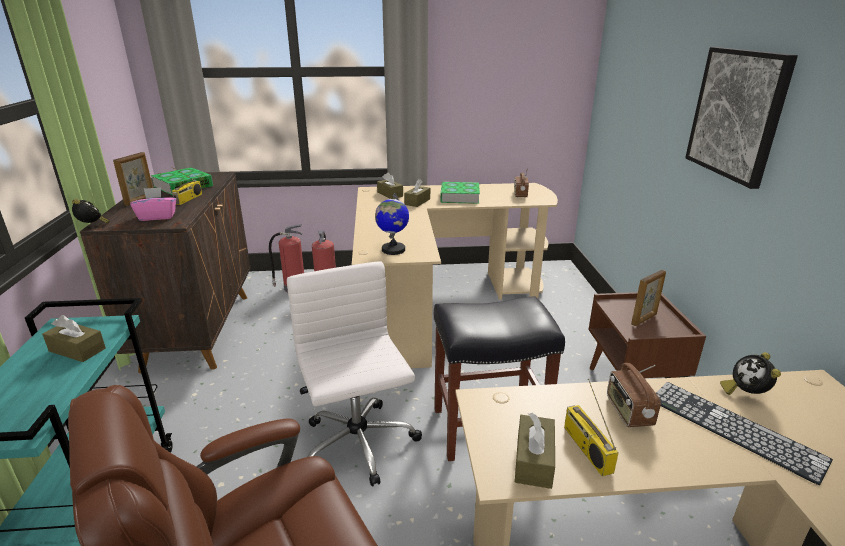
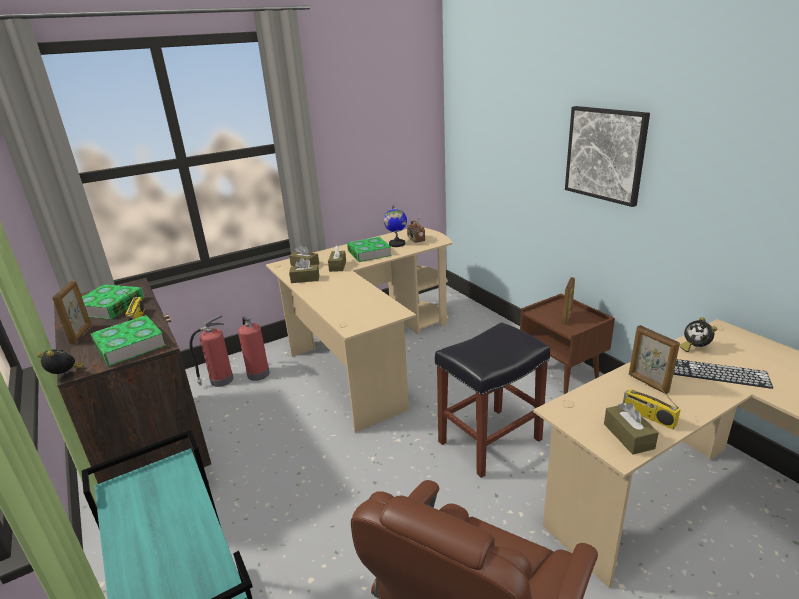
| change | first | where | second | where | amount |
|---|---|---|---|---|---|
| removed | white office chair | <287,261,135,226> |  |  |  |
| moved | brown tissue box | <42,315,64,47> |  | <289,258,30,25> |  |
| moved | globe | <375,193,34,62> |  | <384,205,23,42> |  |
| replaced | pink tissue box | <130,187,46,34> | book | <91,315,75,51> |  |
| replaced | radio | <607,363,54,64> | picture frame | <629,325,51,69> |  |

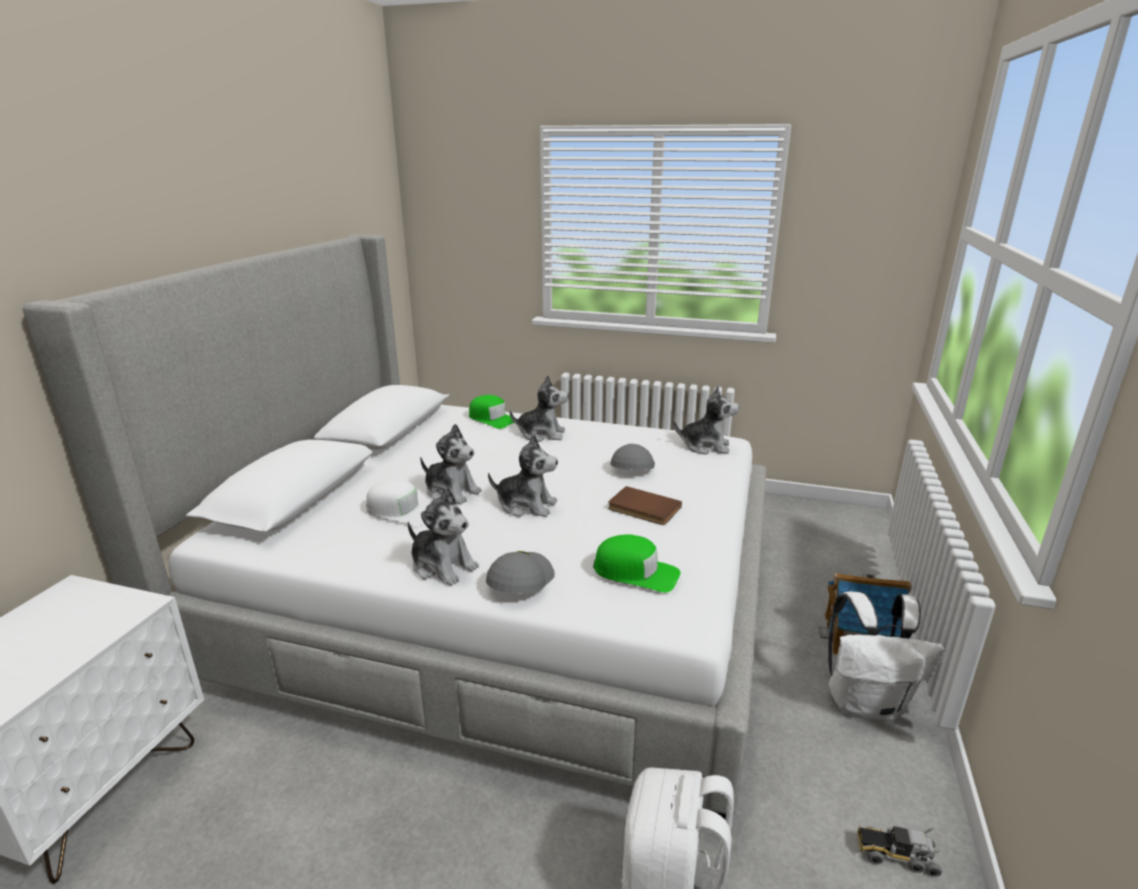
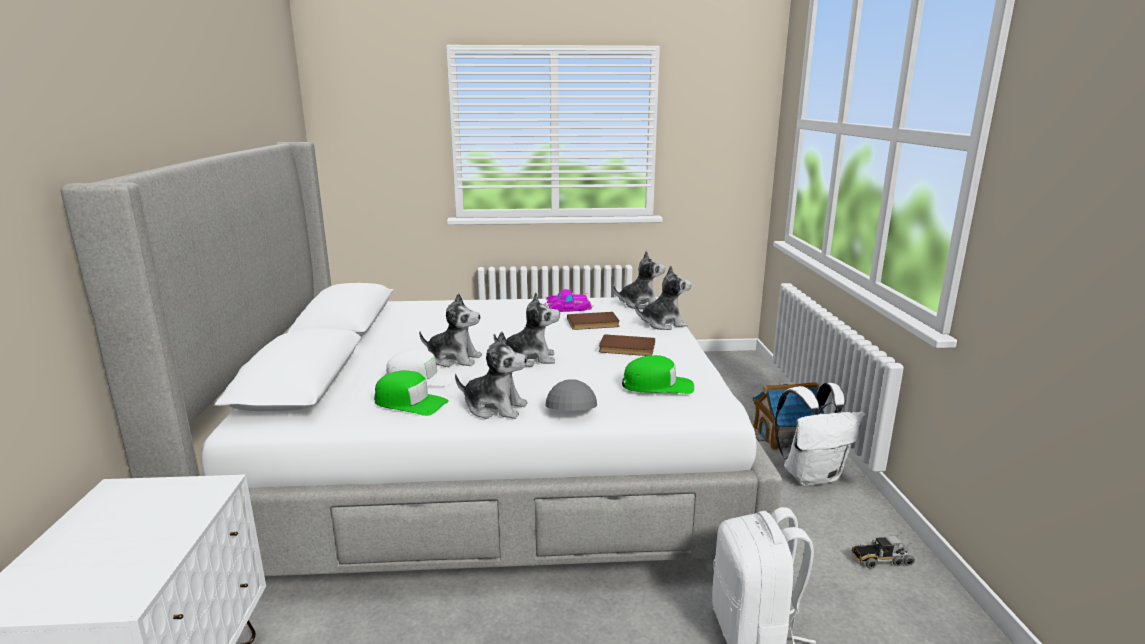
| change | first | where | second | where | amount |
|---|---|---|---|---|---|
| added |  |  | toy car | <543,289,51,23> |  |
| moved | green cap | <469,395,45,34> |  | <374,370,75,46> |  |
| moved | plush toy | <509,375,59,67> |  | <635,266,57,64> |  |
| replaced | grey cap | <610,444,45,26> | brown book | <567,312,53,18> |  |

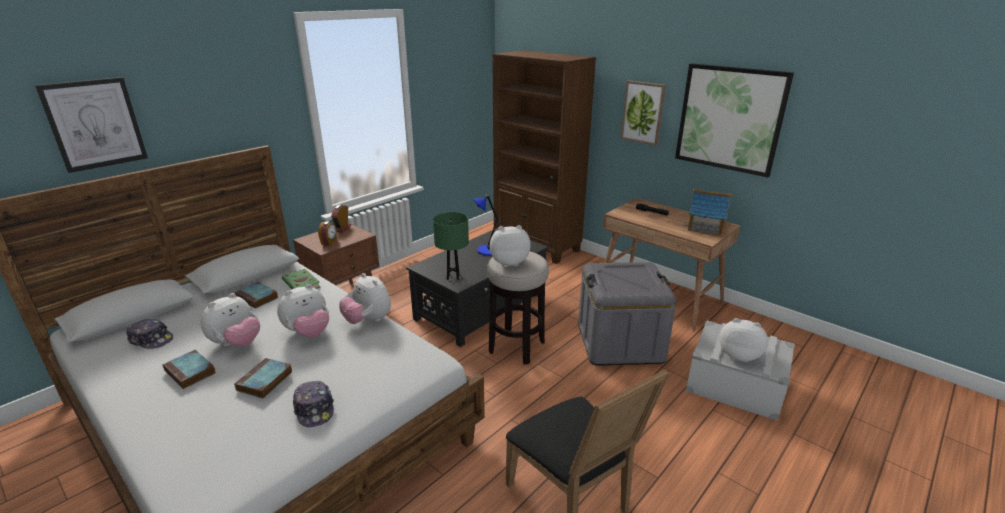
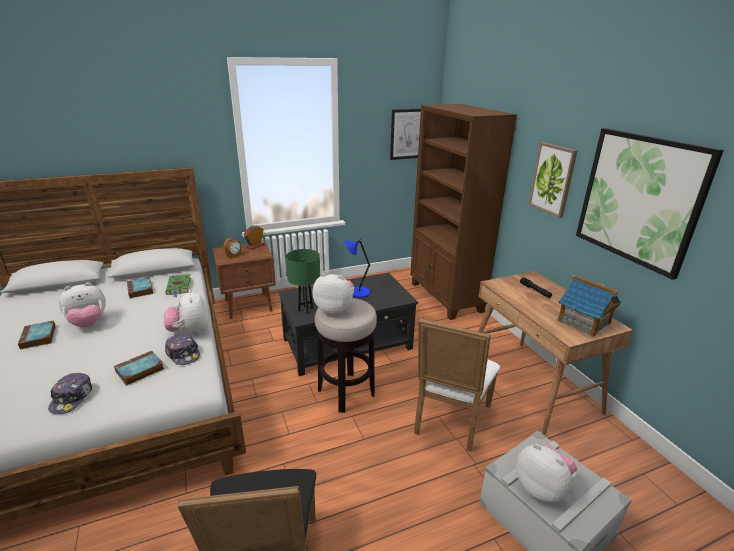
| change | first | where | second | where | amount |
|---|---|---|---|---|---|
| removed | plush toy | <277,284,52,53> |  |  |  |
| moved | picture | <35,77,113,96> |  | <390,109,31,51> |  |
| moved | cap | <126,319,47,30> |  | <165,334,35,31> |  |
| moved | book | <234,358,59,40> |  | <114,351,51,35> |  |
| replaced | grey storage box | <578,262,99,104> | white chair | <414,318,86,134> |  |

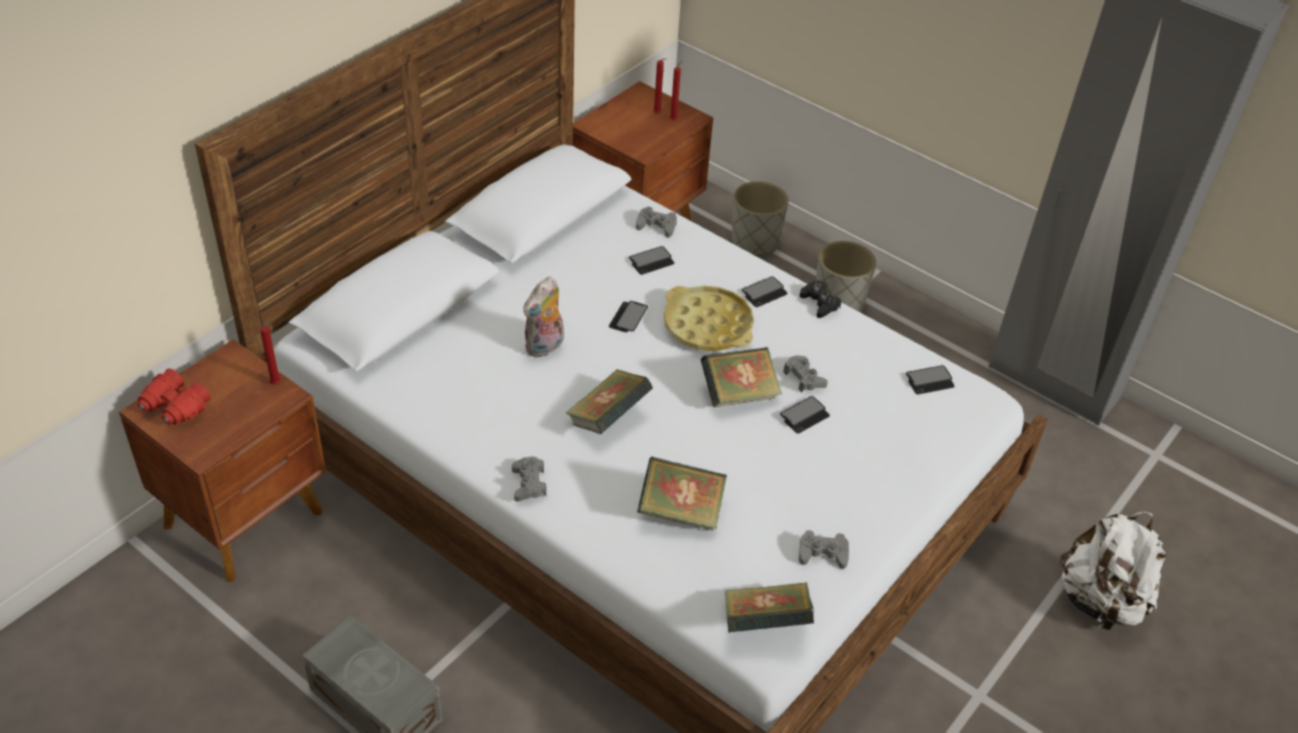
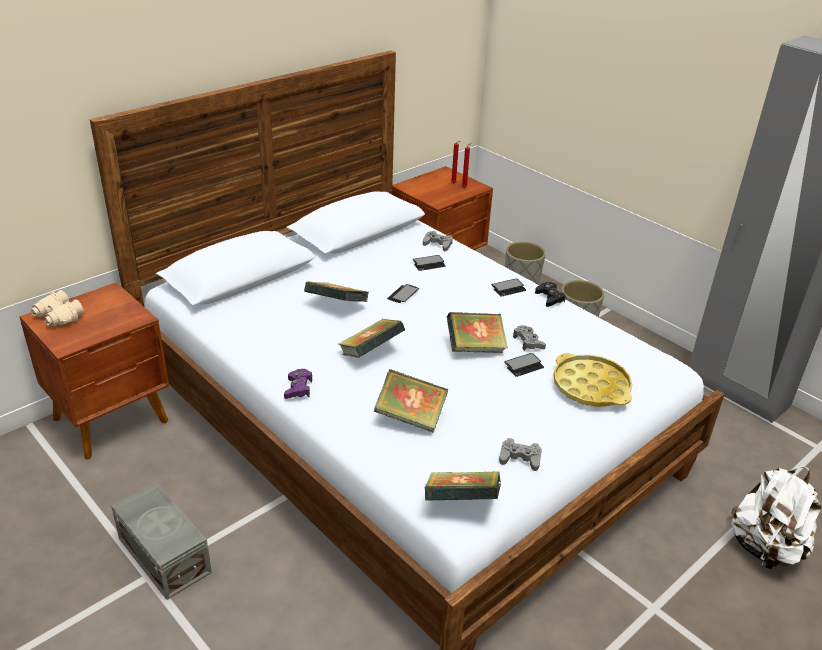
| change | first | where | second | where | amount |
|---|---|---|---|---|---|
| removed | red candle | <260,317,21,67> |  |  |  |
| removed | phone | <906,365,49,29> |  |  |  |
| moved | yellow tray | <664,285,90,66> |  | <553,353,79,54> |  |
| replaced | plush toy | <523,277,41,80> | book | <304,281,65,21> |  |
| recoloured | red binoculars | <137,369,74,56> | beige binoculars | <31,290,53,36> |  |
| recoloured | grey game controller | <512,456,34,45> | purple game controller | <284,369,28,30> |  |

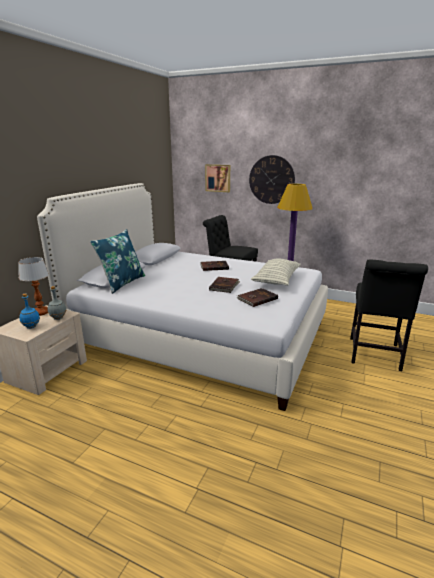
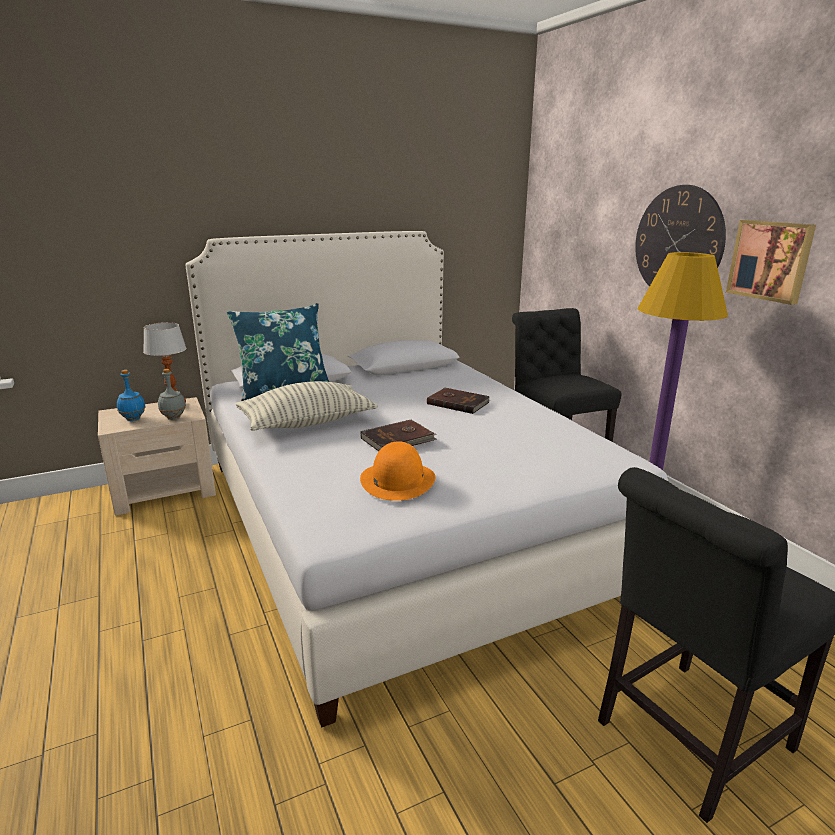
| change | first | where | second | where | amount |
|---|---|---|---|---|---|
| moved | picture | <205,164,25,28> |  | <726,220,90,85> |  |
| moved | pillow | <251,258,50,28> |  | <235,381,143,50> |  |
| replaced | brown book | <236,288,42,19> | orange hat | <360,441,75,60> |  |

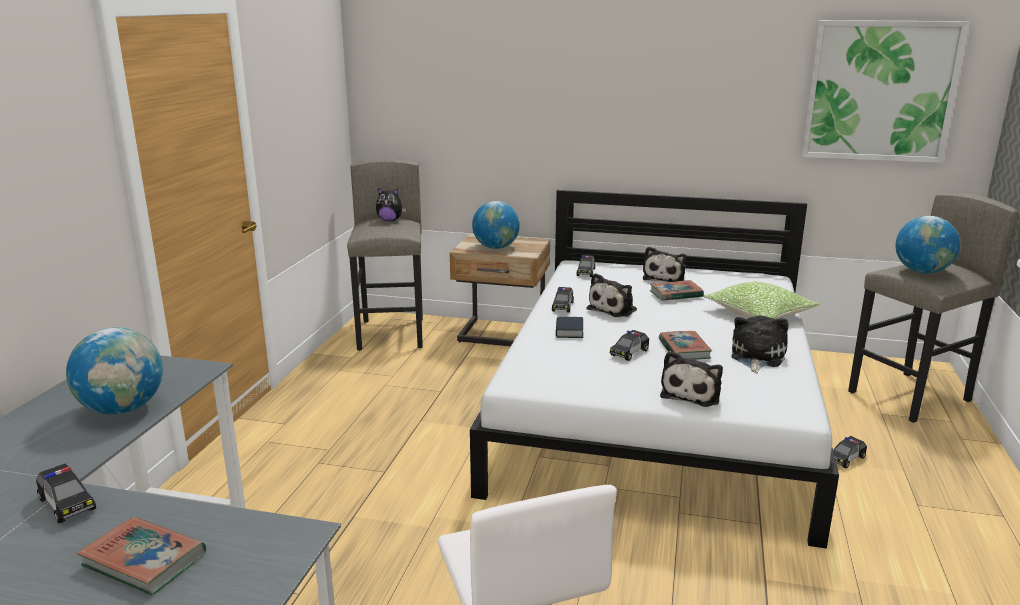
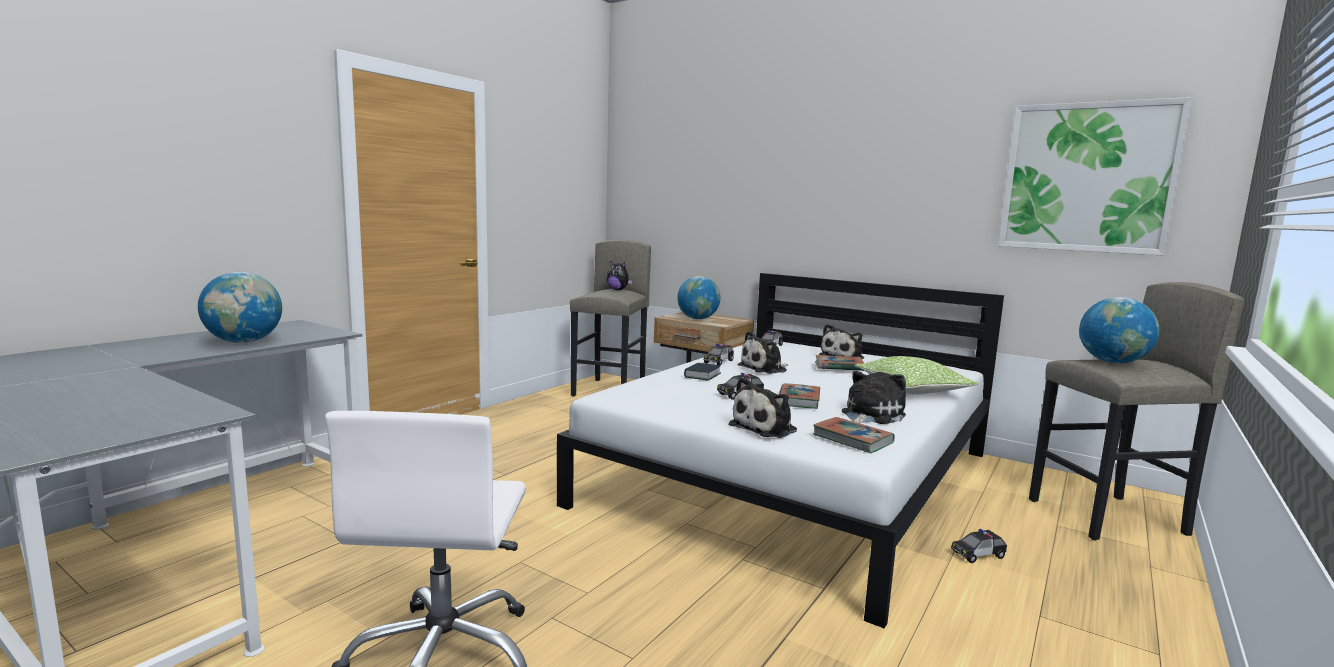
| change | first | where | second | where | amount |
|---|---|---|---|---|---|
| removed | toy car | <36,463,60,60> |  |  |  |
| moved | book | <77,517,129,78> |  | <813,417,82,36> |  |

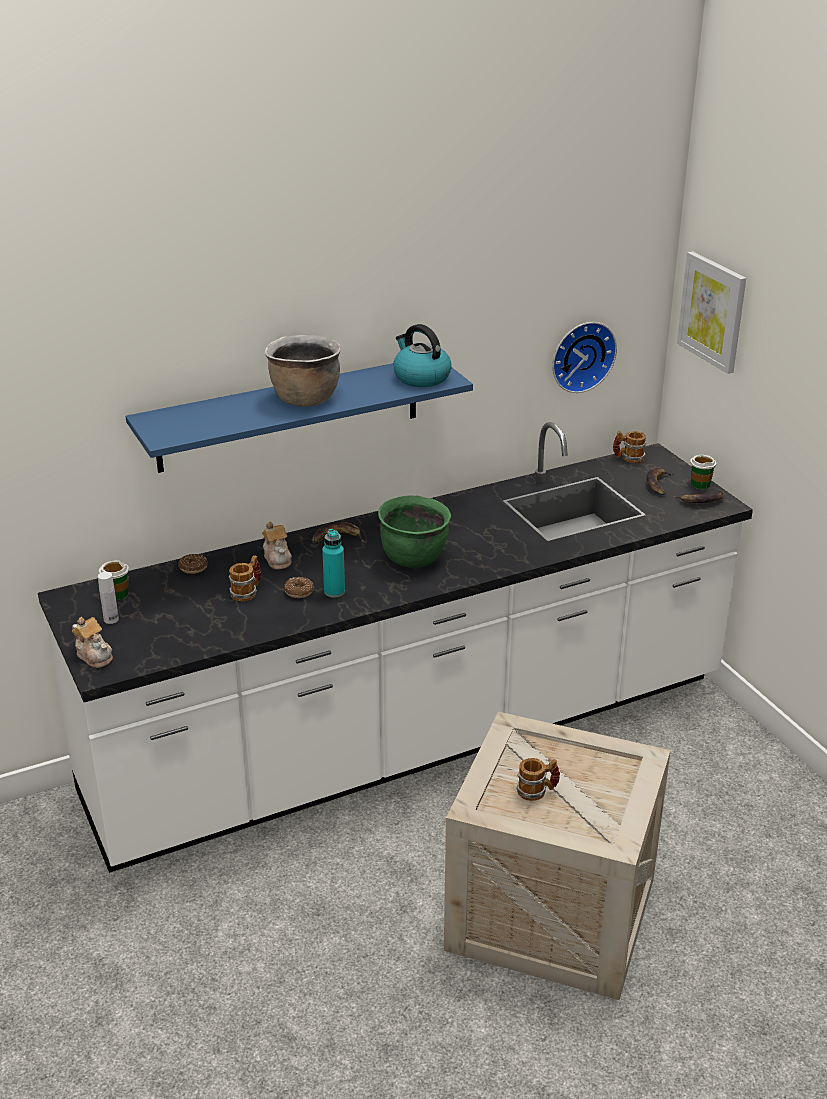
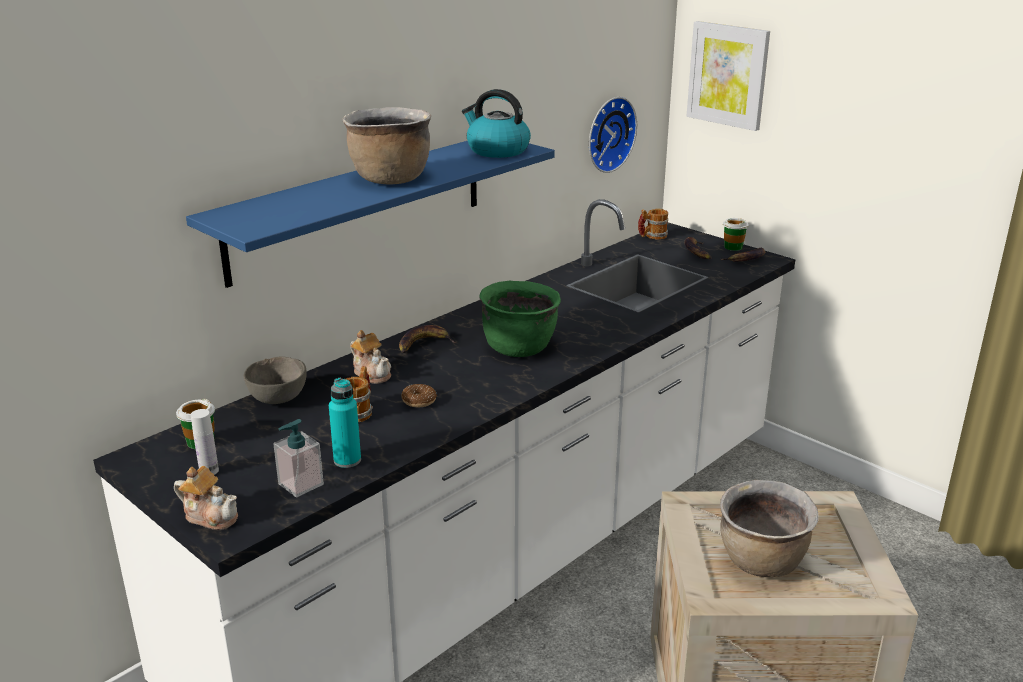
| change | first | where | second | where | amount |
|---|---|---|---|---|---|
| added |  |  | soap dispenser | <273,419,51,78> |  |
| moved | turquoise bottle | <322,529,23,69> |  | <329,378,32,90> |  |
| replaced | donut | <178,554,30,20> | grey bowl | <244,356,63,48> |  |
| replaced | mug | <516,758,44,43> | brown cooking pot | <720,480,99,97> |  |

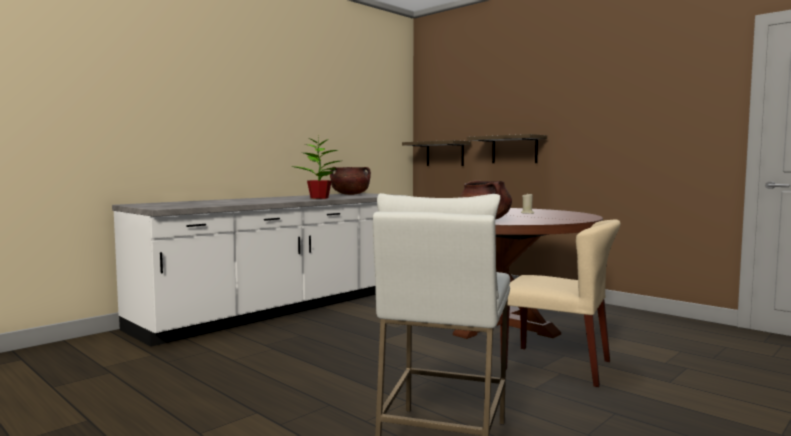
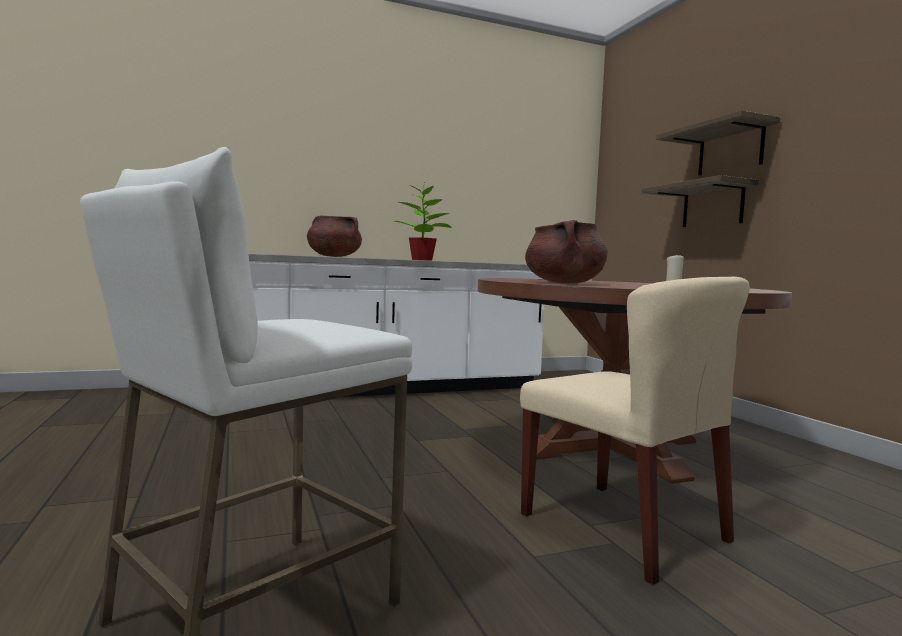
| change | first | where | second | where | amount |
|---|---|---|---|---|---|
| moved | brown cooking pot | <330,167,41,28> |  | <307,216,55,41> |  |
| moved | shelf | <402,140,69,26> |  | <656,110,125,65> |  |

